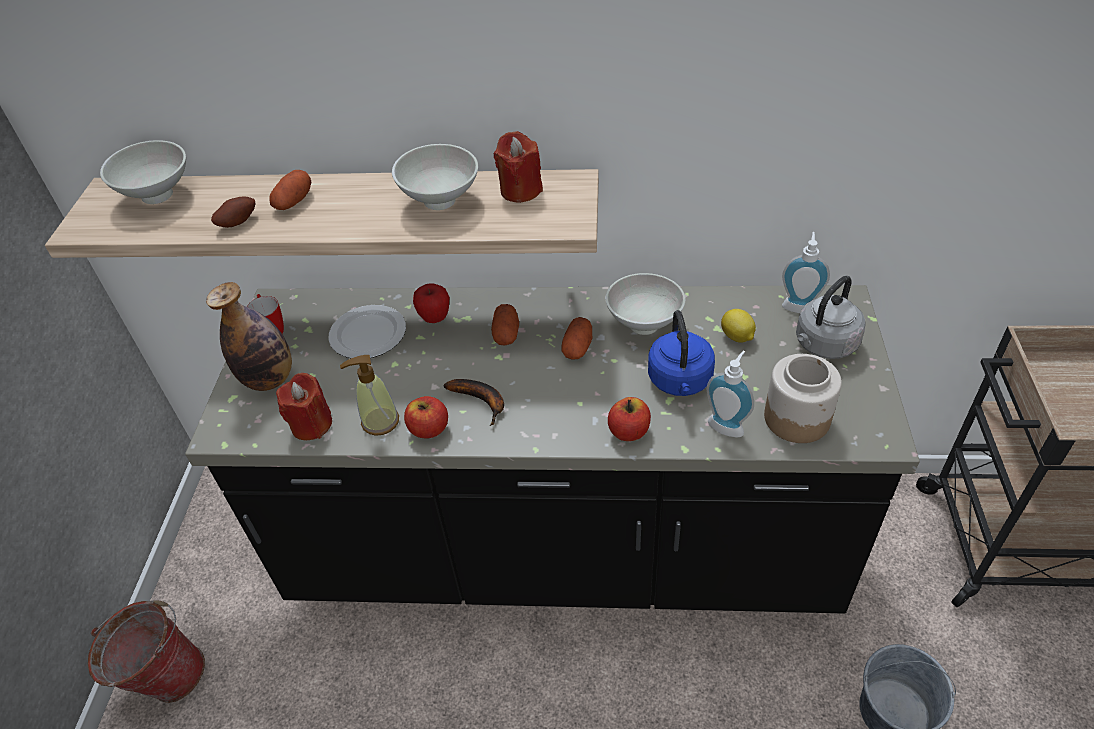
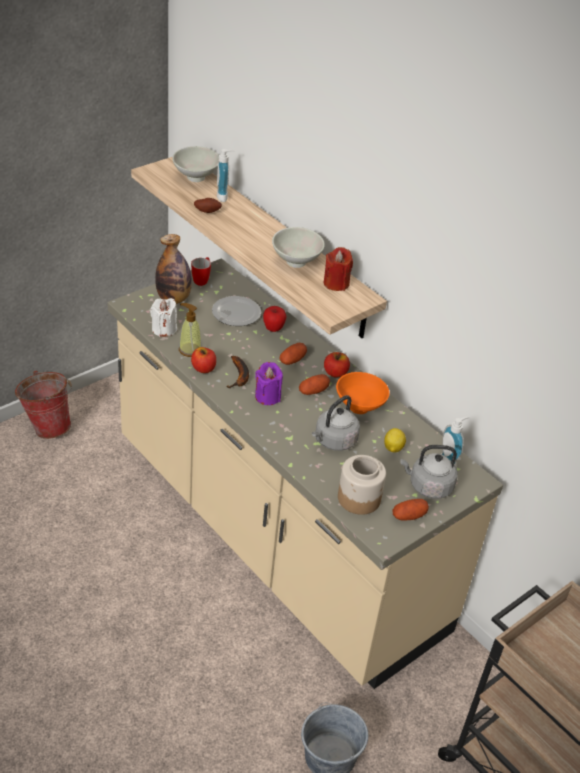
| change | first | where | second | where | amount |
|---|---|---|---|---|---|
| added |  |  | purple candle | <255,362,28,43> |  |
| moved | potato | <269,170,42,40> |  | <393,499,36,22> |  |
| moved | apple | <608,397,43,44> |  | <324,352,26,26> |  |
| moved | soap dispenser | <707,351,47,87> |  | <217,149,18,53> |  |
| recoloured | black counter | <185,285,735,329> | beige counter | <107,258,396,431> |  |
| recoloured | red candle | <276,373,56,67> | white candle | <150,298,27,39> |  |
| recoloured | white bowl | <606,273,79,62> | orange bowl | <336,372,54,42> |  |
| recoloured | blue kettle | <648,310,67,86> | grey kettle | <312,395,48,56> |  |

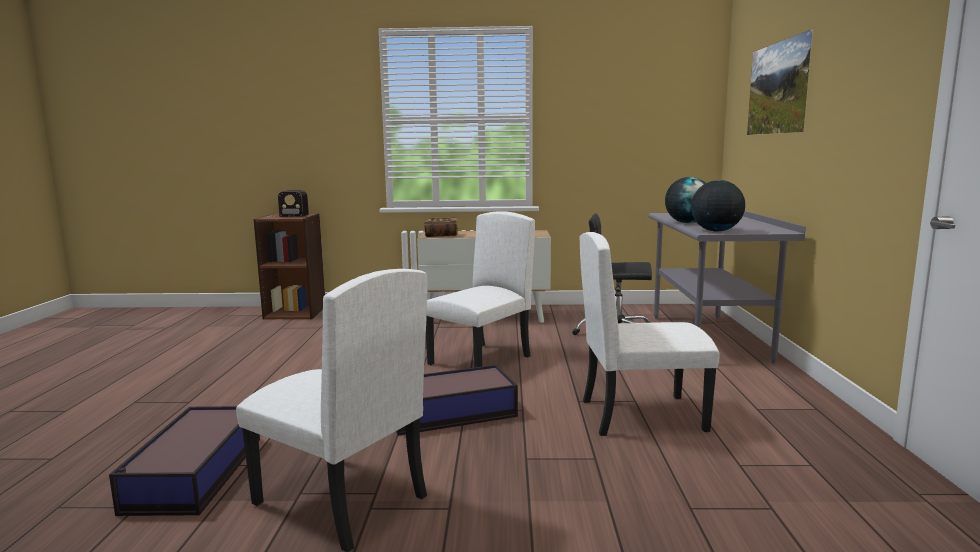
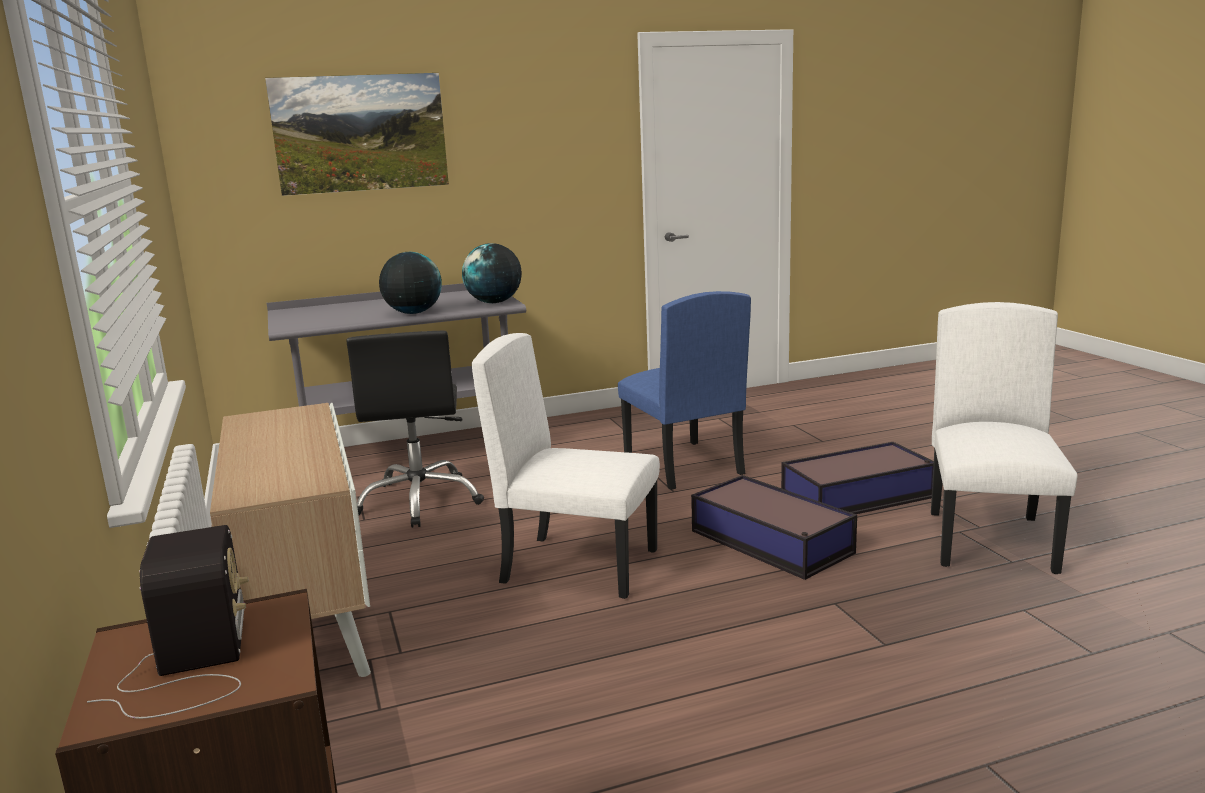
| change | first | where | second | where | amount |
|---|---|---|---|---|---|
| removed | book | <424,217,34,20> |  |  |  |
| moved | storage box | <109,406,151,110> |  | <781,442,153,72> |  |
| recoloured | white chair | <580,232,140,204> | blue chair | <618,291,133,199> |  |

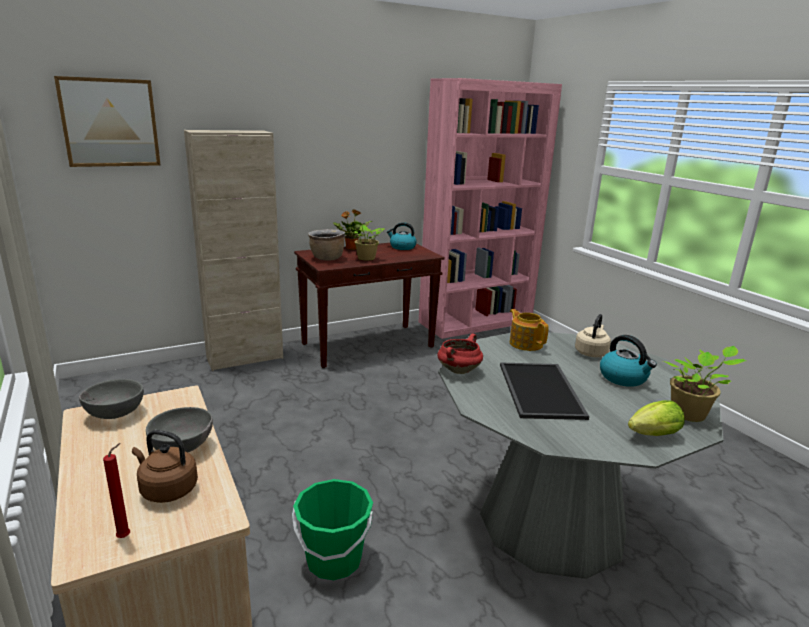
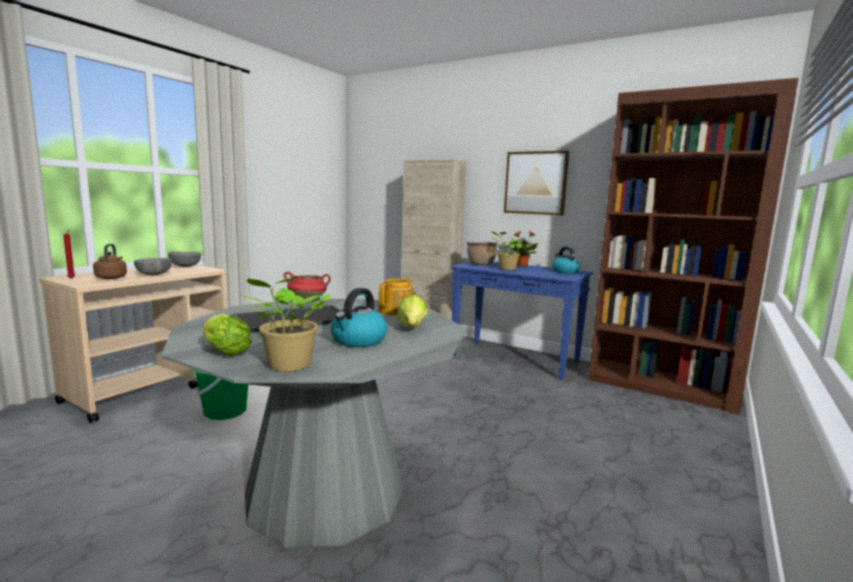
| change | first | where | second | where | amount |
|---|---|---|---|---|---|
| moved | picture | <54,76,107,91> |  | <504,151,65,64> |  |
| replaced | beige kettle | <575,314,36,43> | lettuce | <397,294,31,34> |  |
| recoloured | brown console table | <294,243,151,125> | blue console table | <450,262,143,118> |  |
| recoloured | pink bookcase | <419,78,143,261> | brown bookcase | <588,78,211,337> |  |

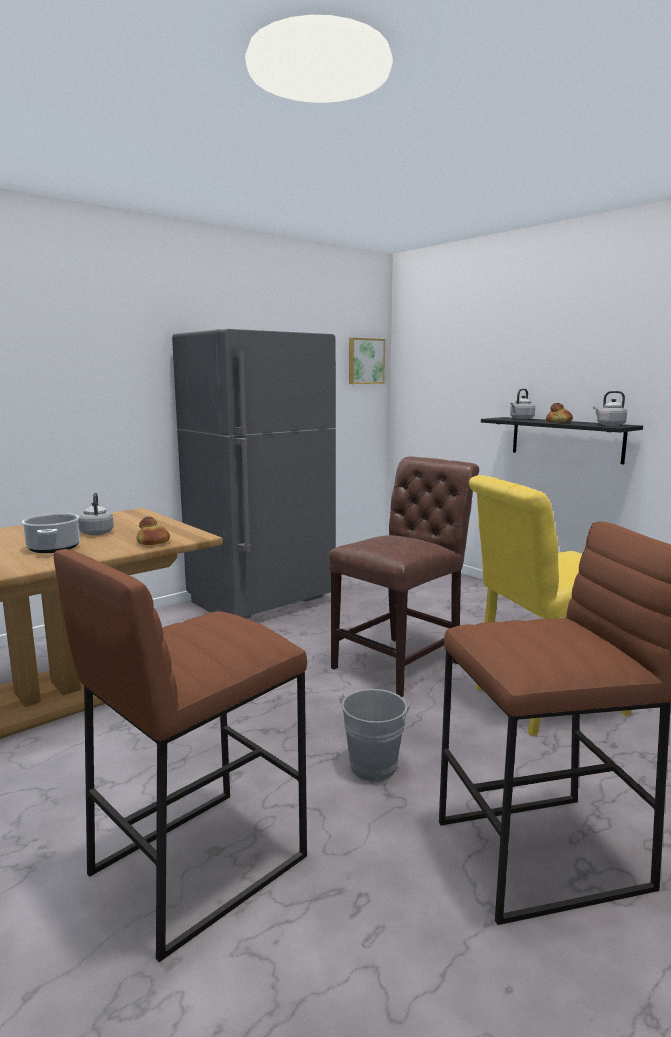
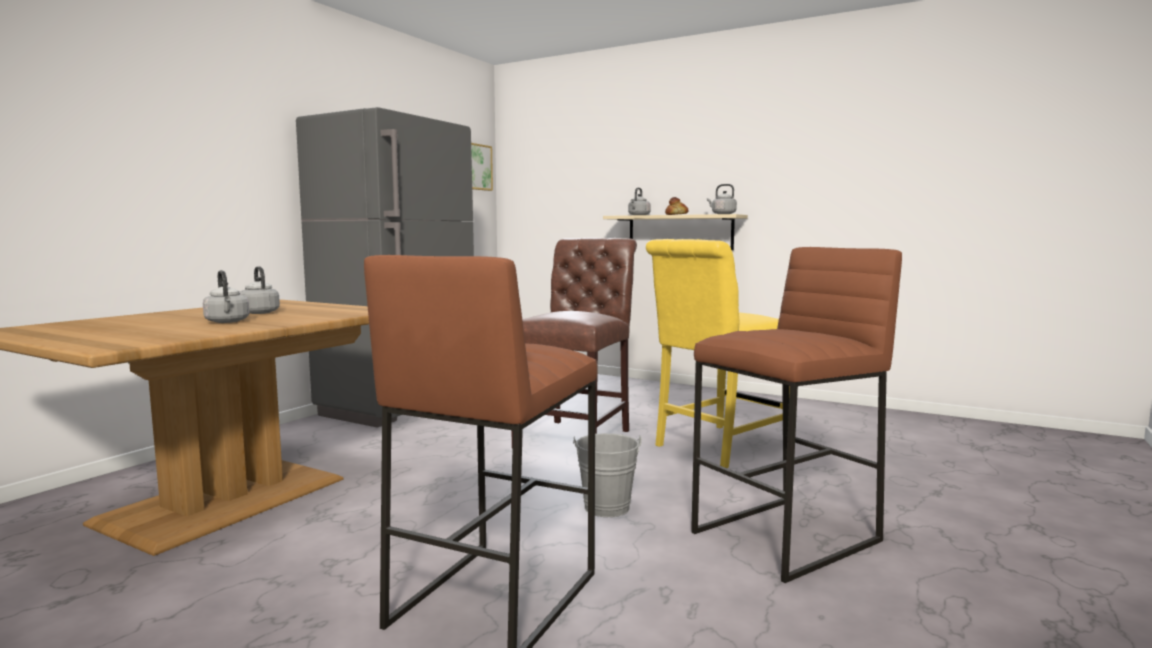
| change | first | where | second | where | amount |
|---|---|---|---|---|---|
| removed | bread | <137,517,33,28> |  |  |  |
| replaced | cooking pot | <22,513,58,40> | grey kettle | <203,270,47,53> |  |
| recoloured | black shelf | <481,417,162,47> | beige shelf | <603,214,145,36> |  |

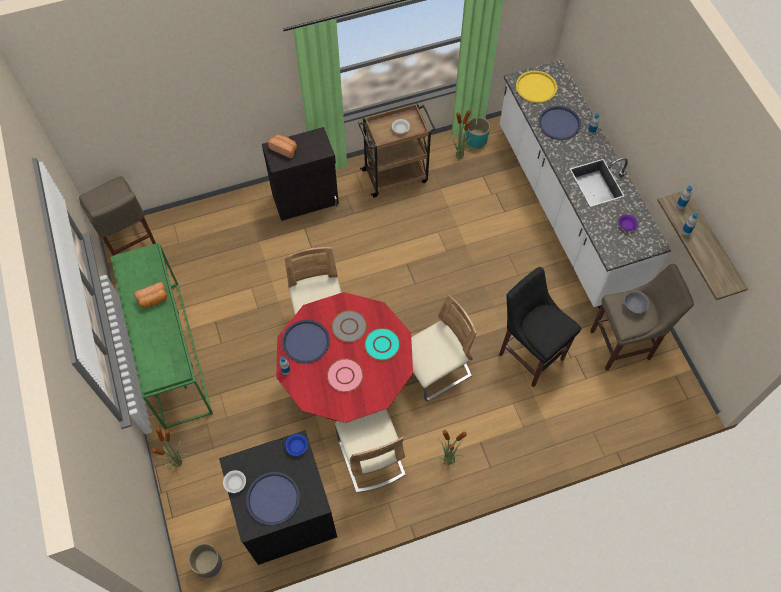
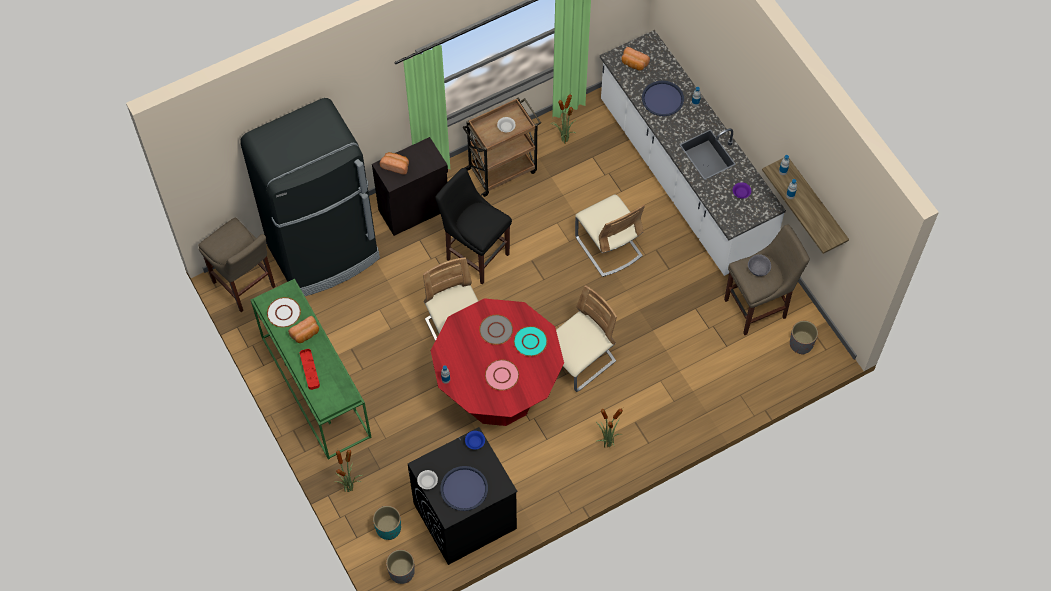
| change | first | where | second | where | amount |
|---|---|---|---|---|---|
| removed | blue tray | <282,320,48,43> |  |  |  |
| added |  |  | black fridge | <240,98,140,198> |  |
| added |  |  | white plate | <267,297,34,30> |  |
| added |  |  | red tray | <300,349,20,41> |  |
| added |  |  | grey planter | <790,321,28,33> |  |
| moved | beige chair | <335,409,71,84> |  | <575,195,70,82> |  |
| moved | turquoise planter | <466,117,24,32> |  | <373,506,28,34> |  |
| moved | black stool | <499,267,82,120> |  | <435,168,77,117> |  |
| replaced | yellow tray | <516,70,41,33> | bread | <621,47,29,24> |  |

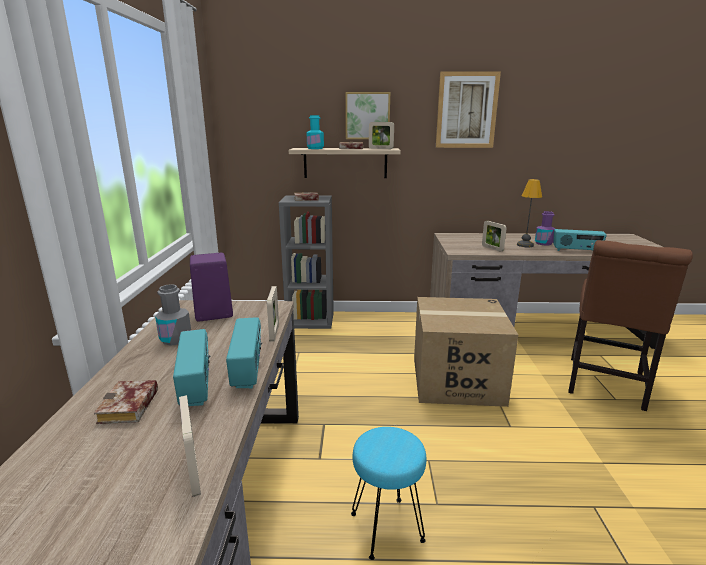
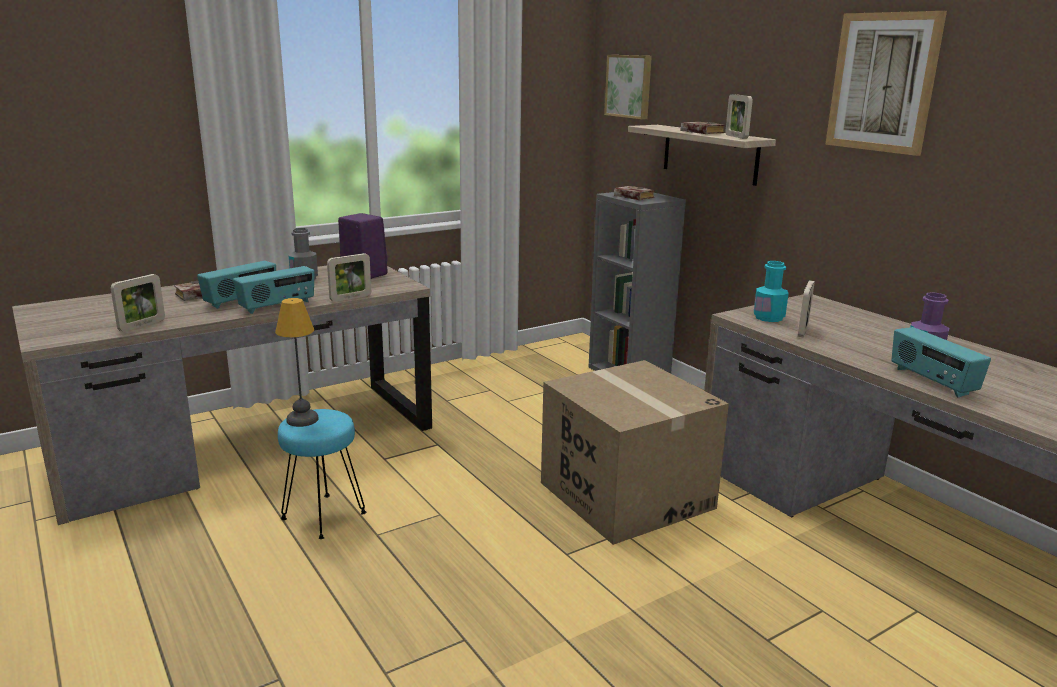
| change | first | where | second | where | amount |
|---|---|---|---|---|---|
| removed | brown chair | <568,240,125,171> |  |  |  |
| moved | turquoise bottle | <306,115,18,34> |  | <754,261,35,61> |  |
| moved | picture | <345,92,45,47> |  | <604,55,48,64> |  |
| moved | table lamp | <517,179,25,68> |  | <275,298,43,129> |  |

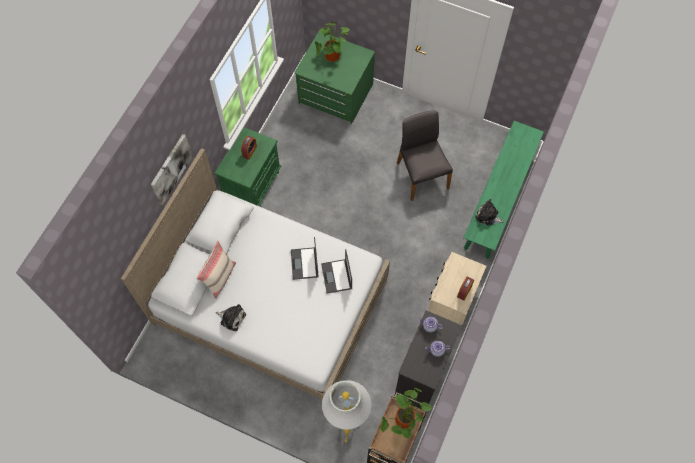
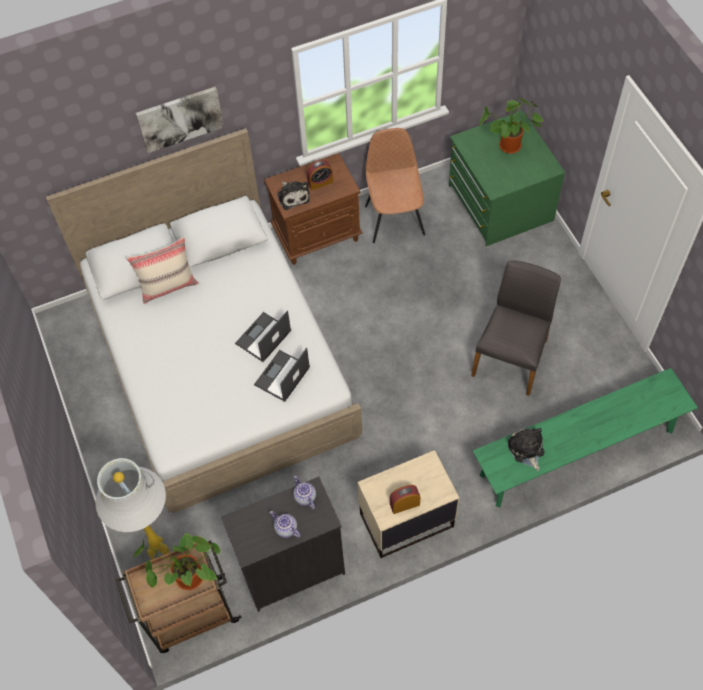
| change | first | where | second | where | amount |
|---|---|---|---|---|---|
| added |  |  | brown chair | <365,128,60,115> |  |
| moved | plush toy | <216,304,30,27> |  | <277,181,33,29> |  |
| recoloured | green nightstand | <215,127,67,79> | brown nightstand | <264,153,99,112> |  |

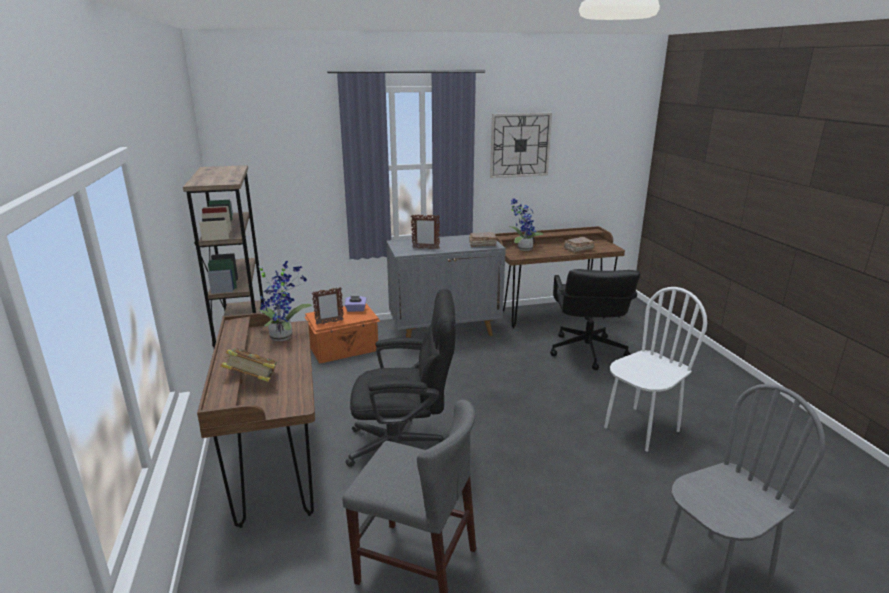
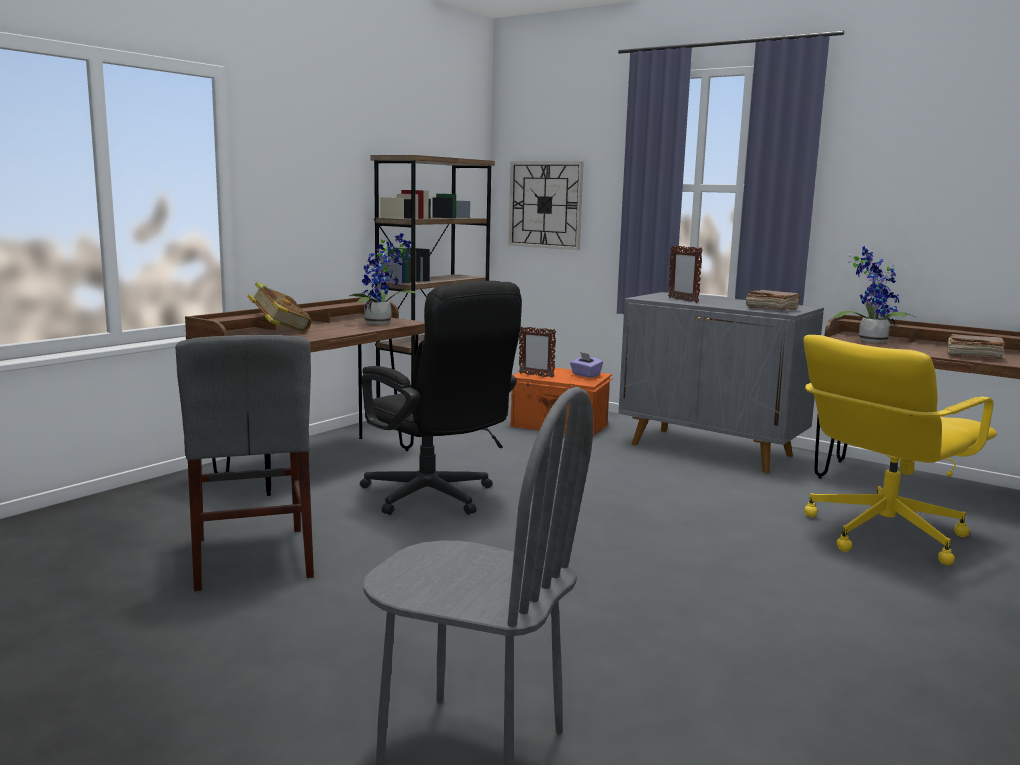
| change | first | where | second | where | amount |
|---|---|---|---|---|---|
| removed | white chair | <604,287,103,165> |  |  |  |
| moved | wall clock | <490,113,62,65> |  | <509,161,75,89> |  |
| recoloured | black office chair | <550,269,90,101> | yellow office chair | <803,335,194,230> |  |

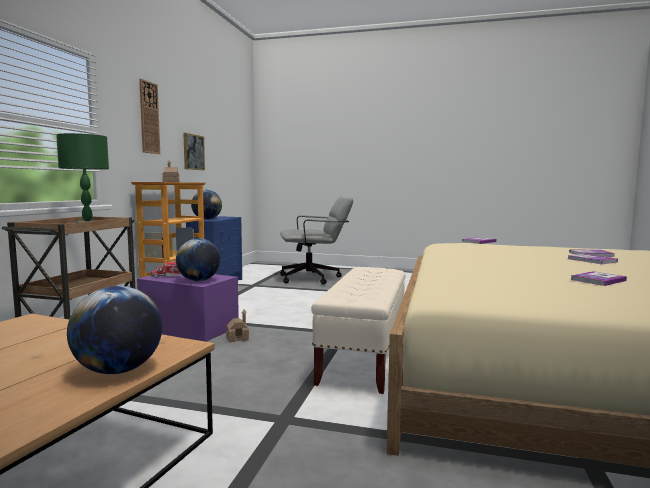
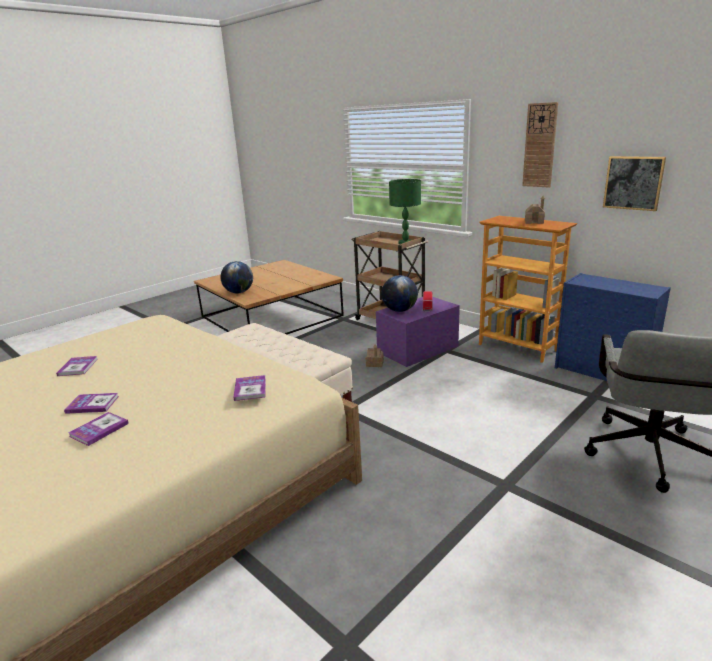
| change | first | where | second | where | amount |
|---|---|---|---|---|---|
| removed | globe | <191,190,31,30> |  |  |  |

